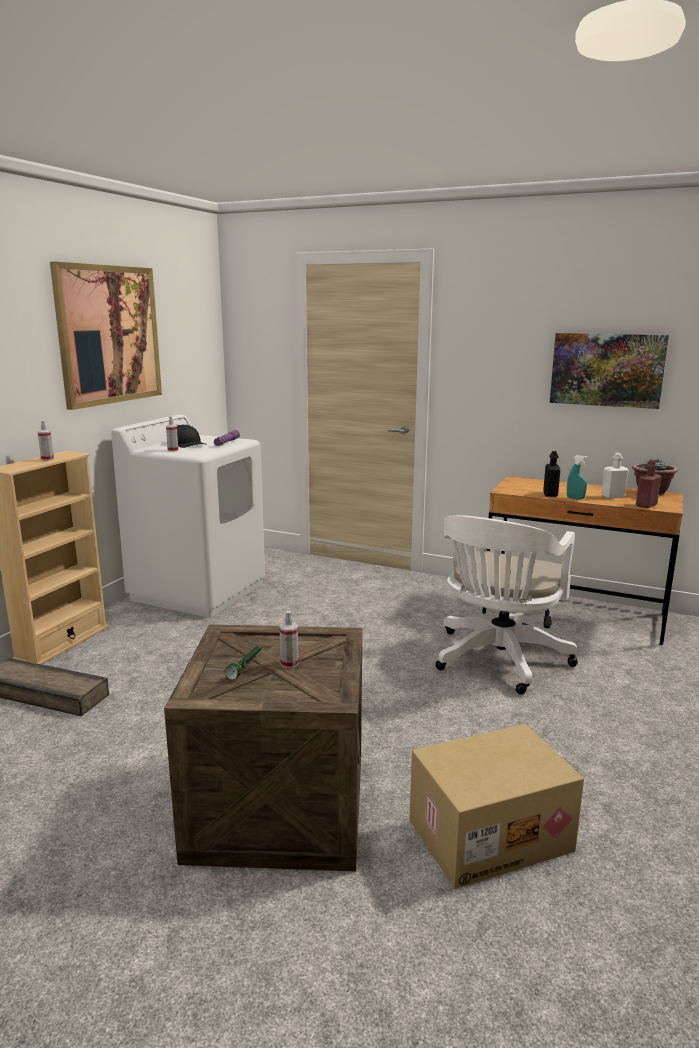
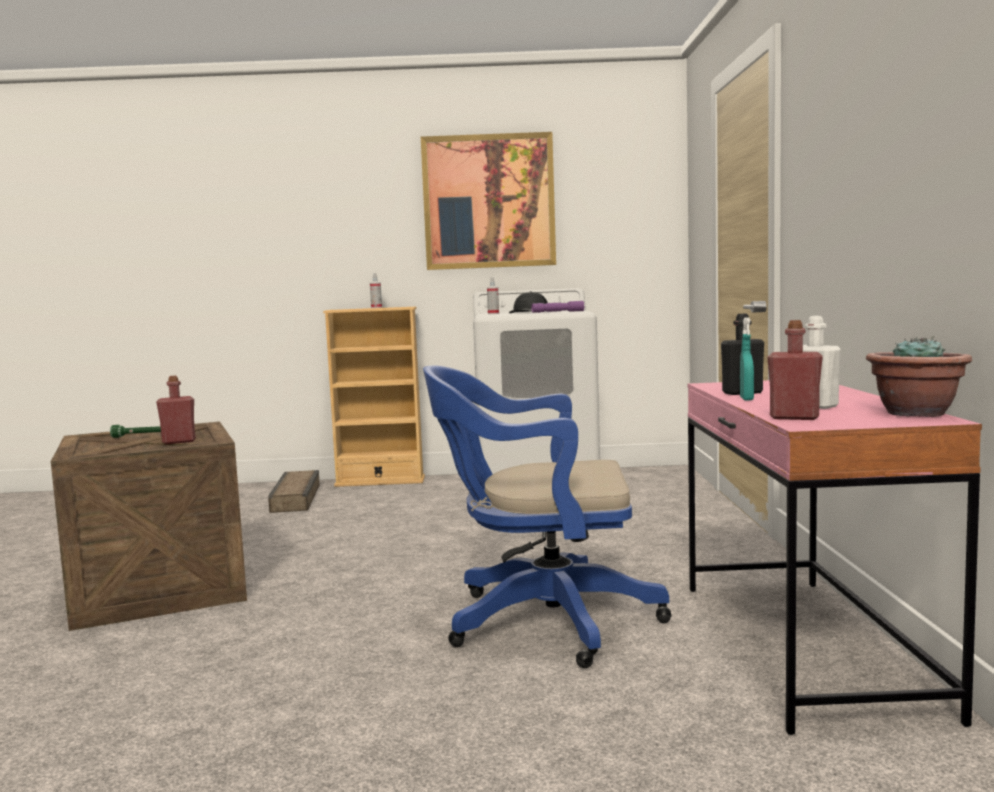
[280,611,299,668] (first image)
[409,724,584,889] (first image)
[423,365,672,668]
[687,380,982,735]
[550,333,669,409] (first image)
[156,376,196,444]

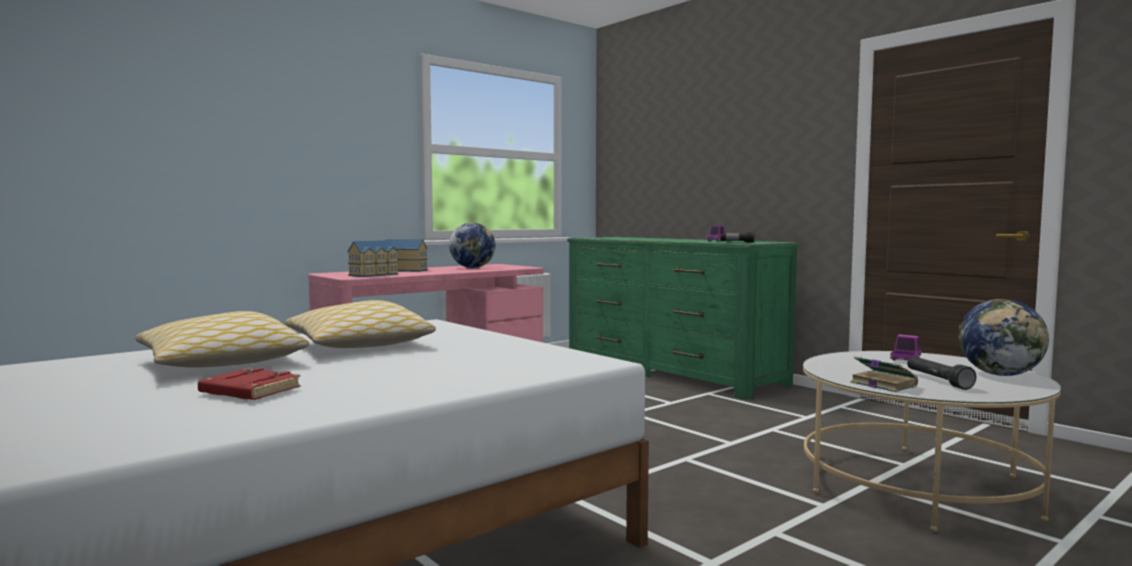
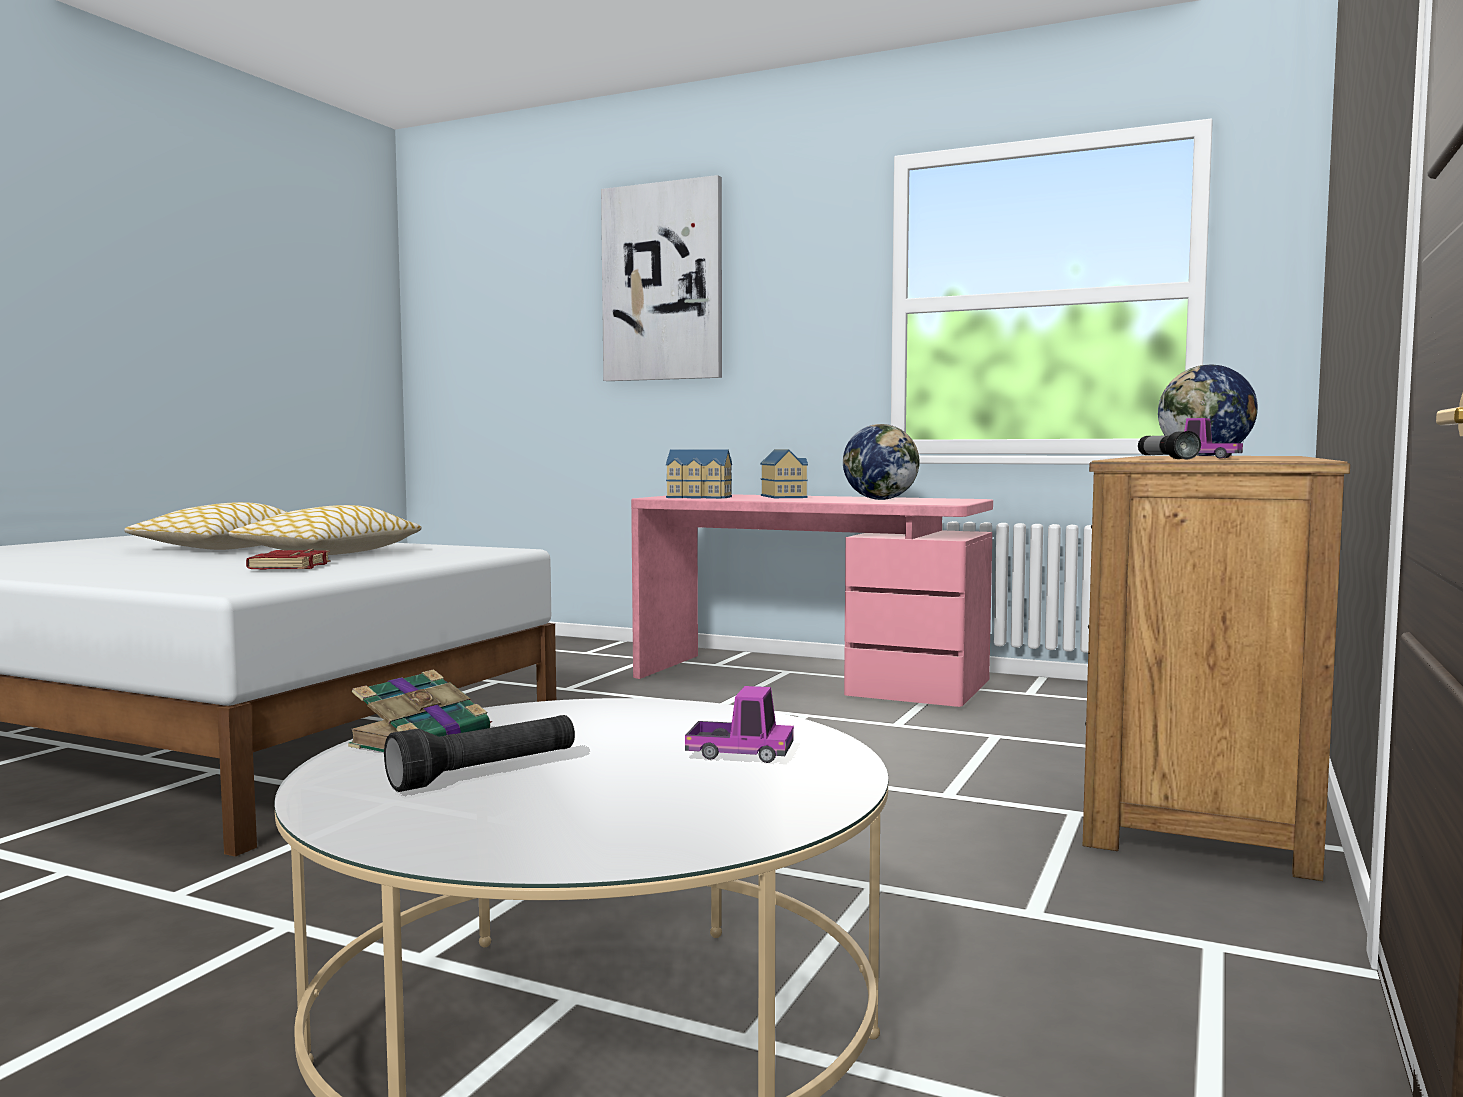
[246,549,331,569]
[1083,456,1350,881]
[1158,364,1258,456]
[601,175,722,381]

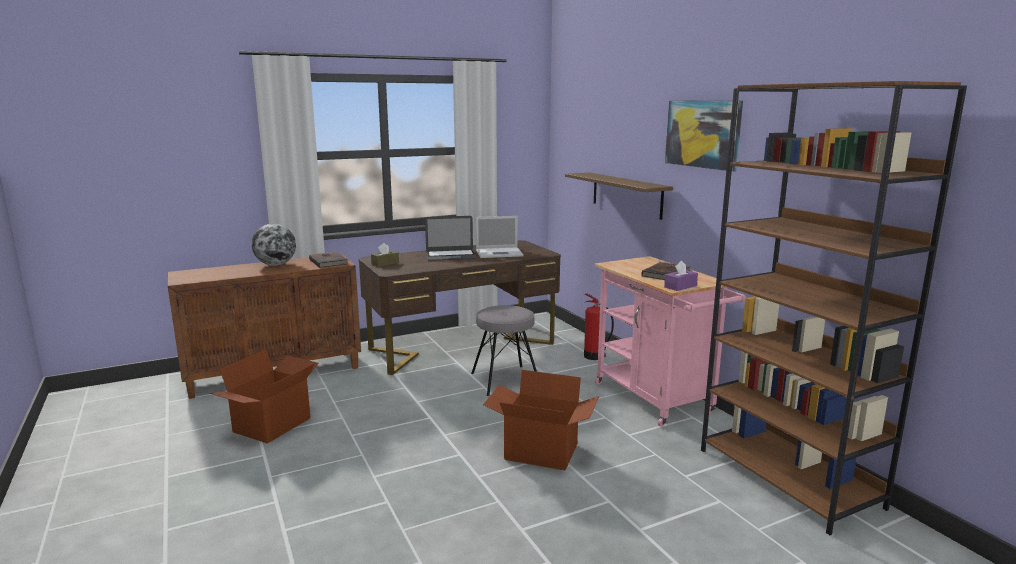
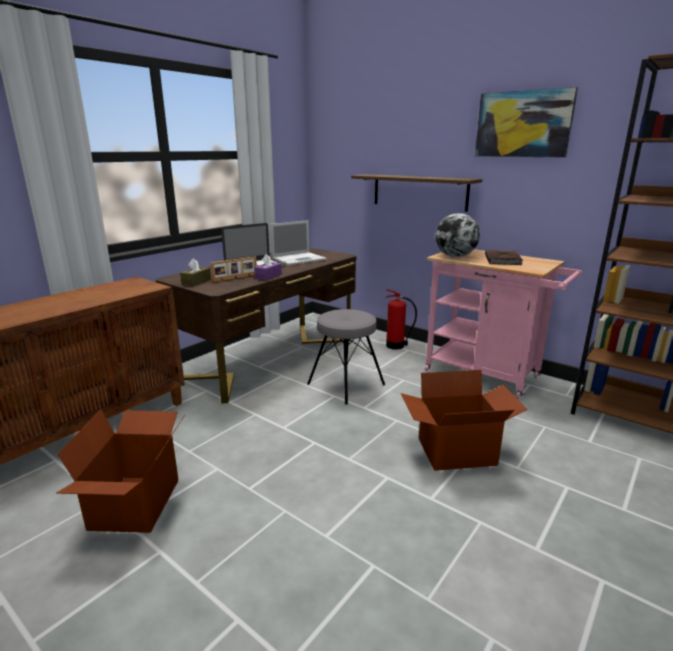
[435,213,480,257]
[309,252,348,268] (first image)
[254,254,282,280]
[211,257,257,282]

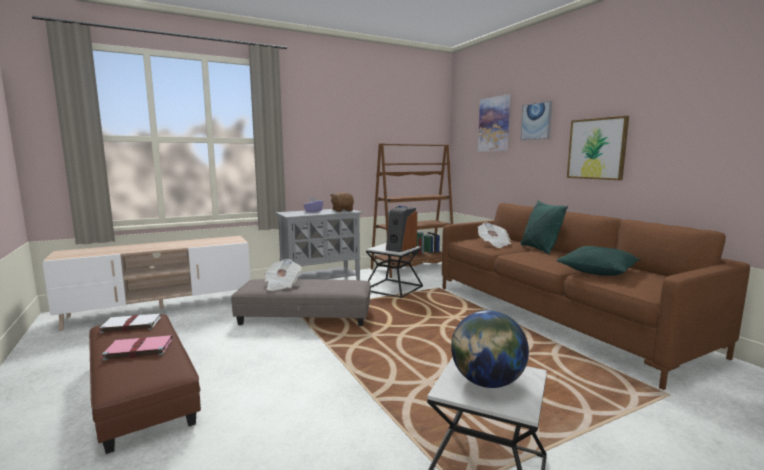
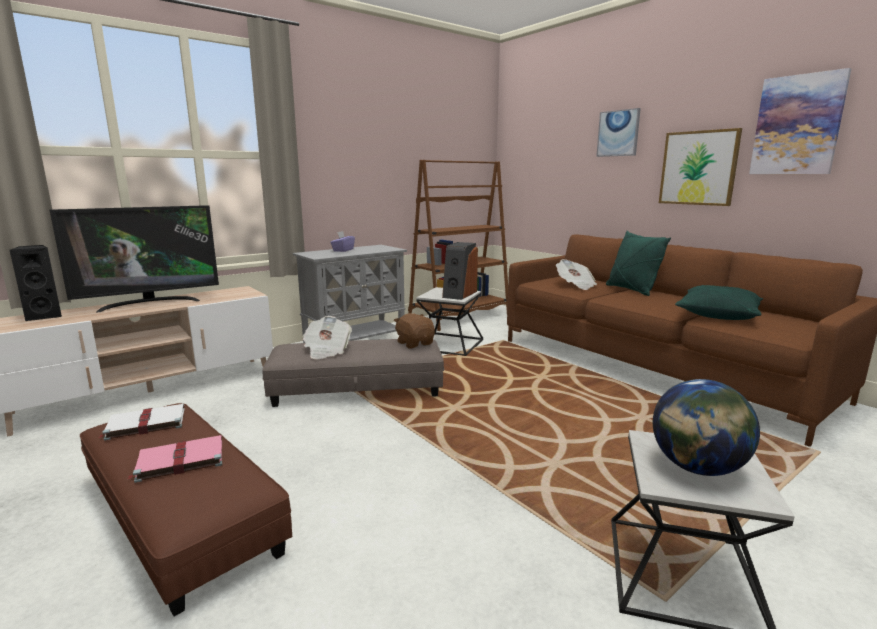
[394,313,435,348]
[749,68,851,174]
[10,245,62,322]
[50,205,219,312]

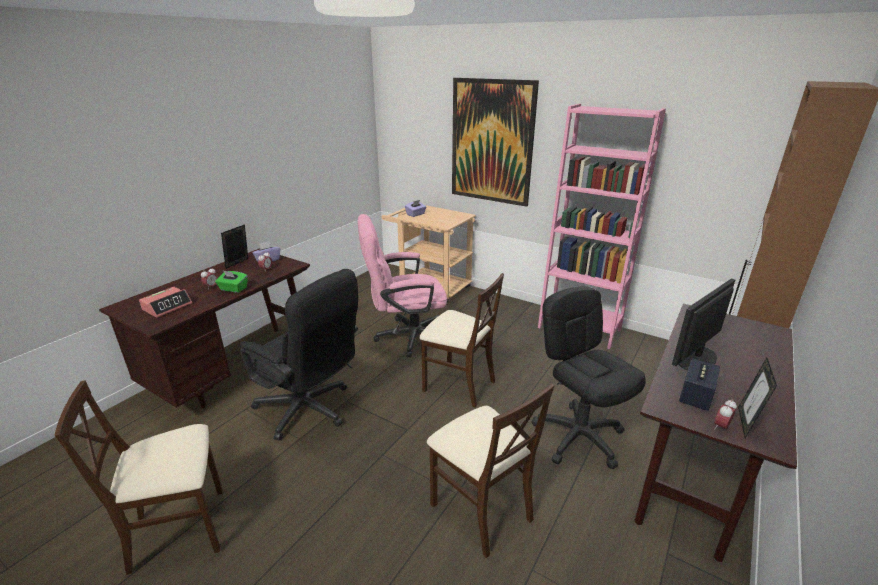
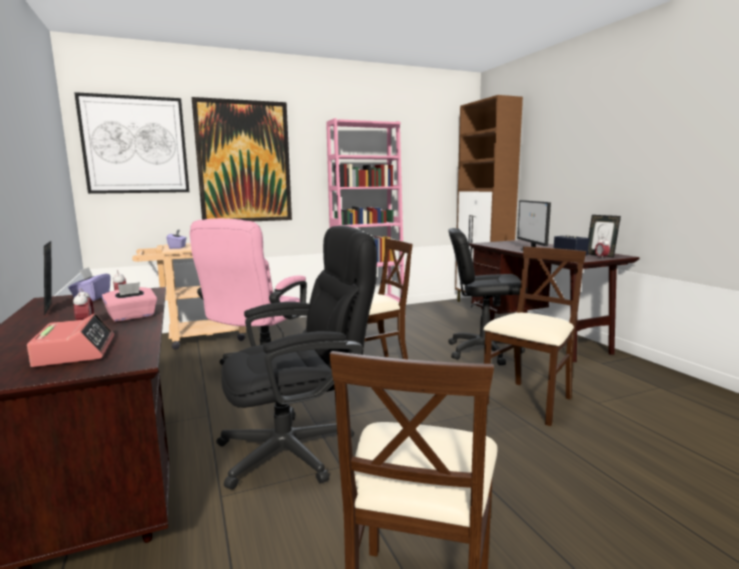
[102,282,157,322]
[483,246,586,426]
[74,92,189,194]

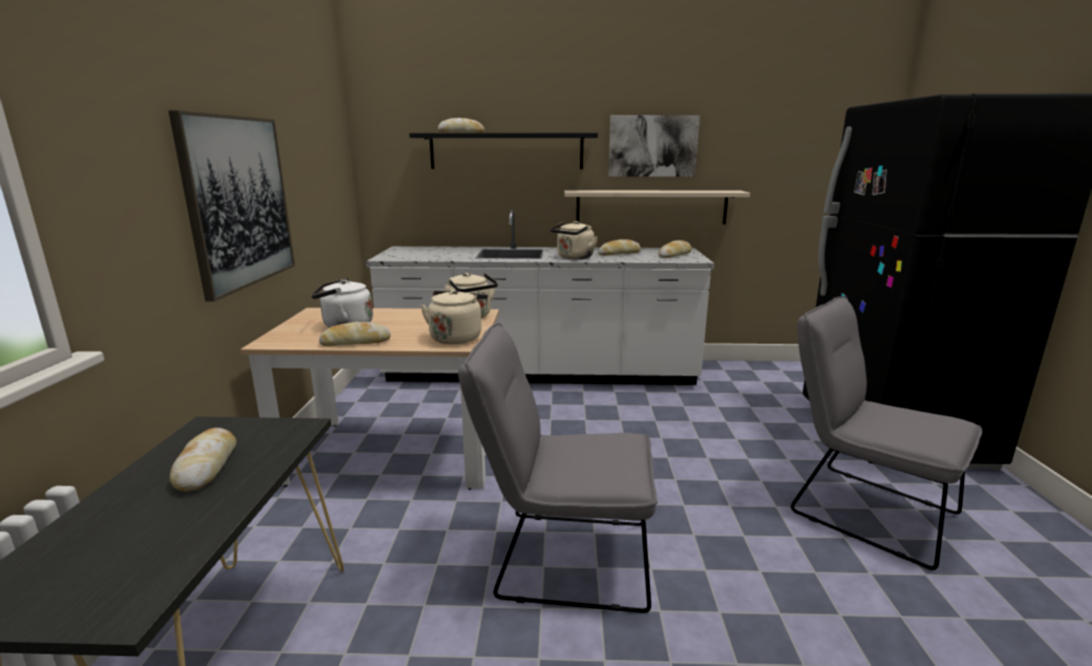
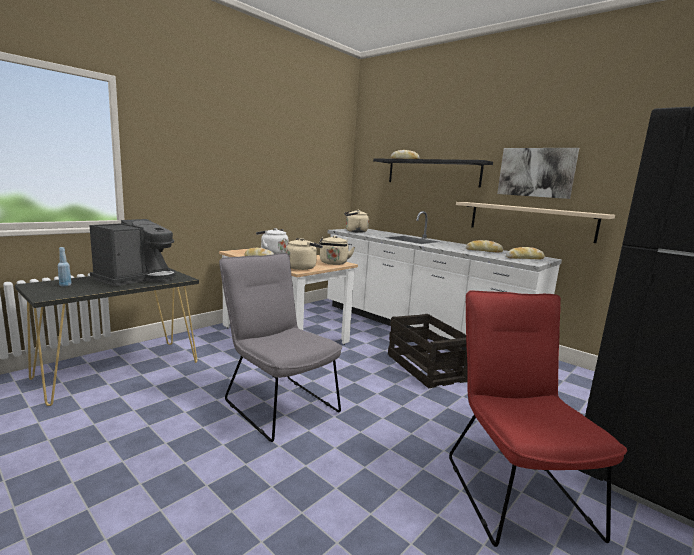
[168,111,295,302] (first image)
[89,219,176,286]
[344,210,369,233]
[449,290,627,547]
[58,247,72,286]
[388,314,468,388]

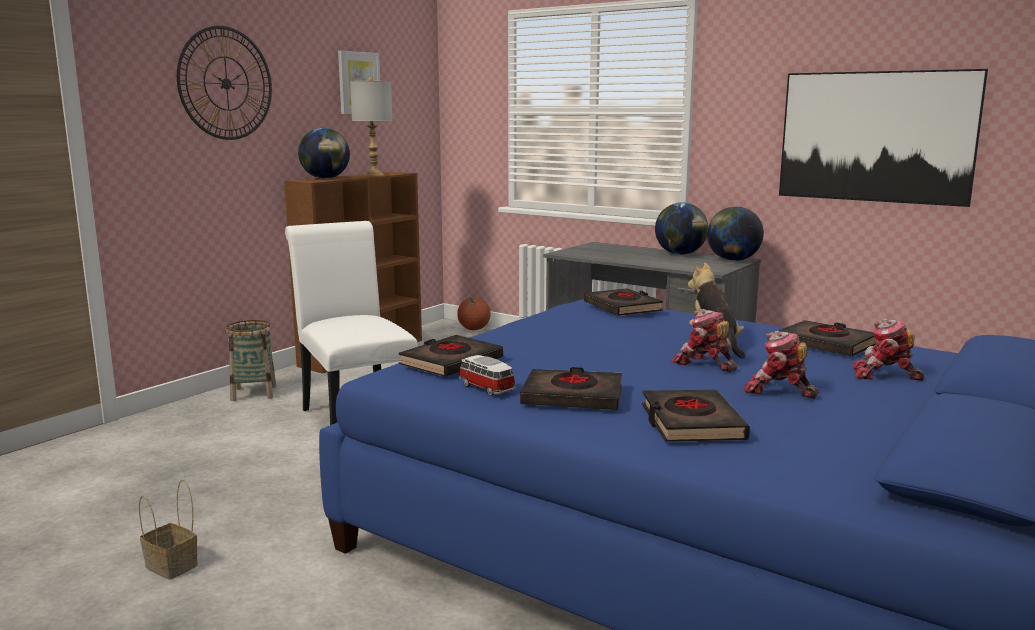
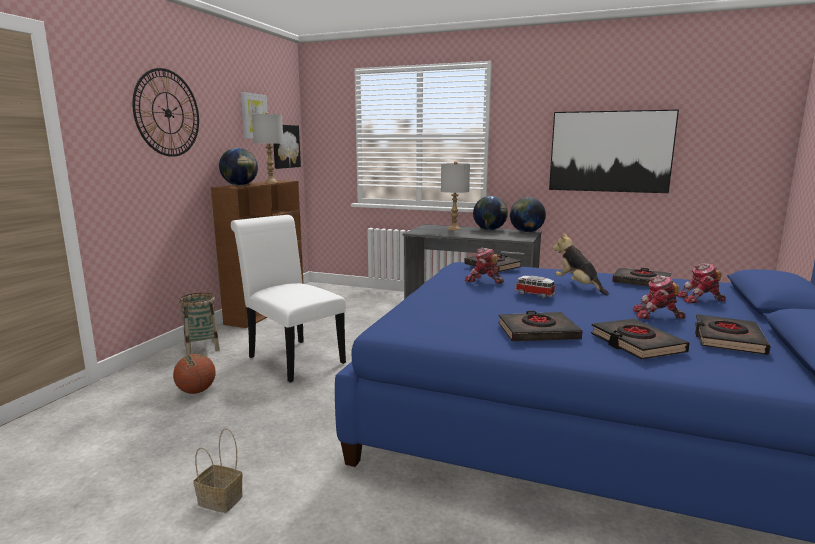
[695,314,771,355]
[173,354,216,394]
[515,276,556,298]
[464,248,504,284]
[273,125,301,169]
[441,161,470,230]

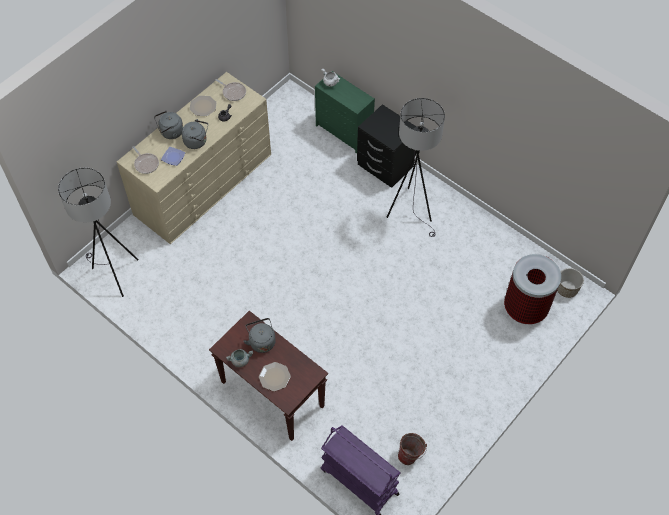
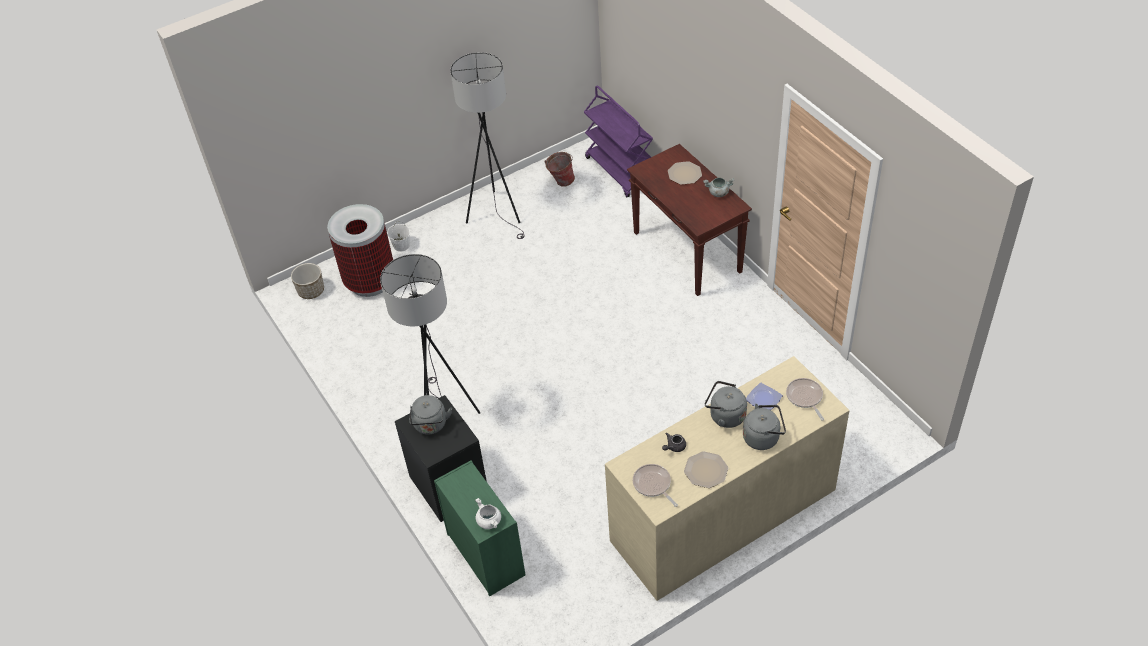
[450,52,525,239]
[409,395,452,435]
[387,221,410,252]

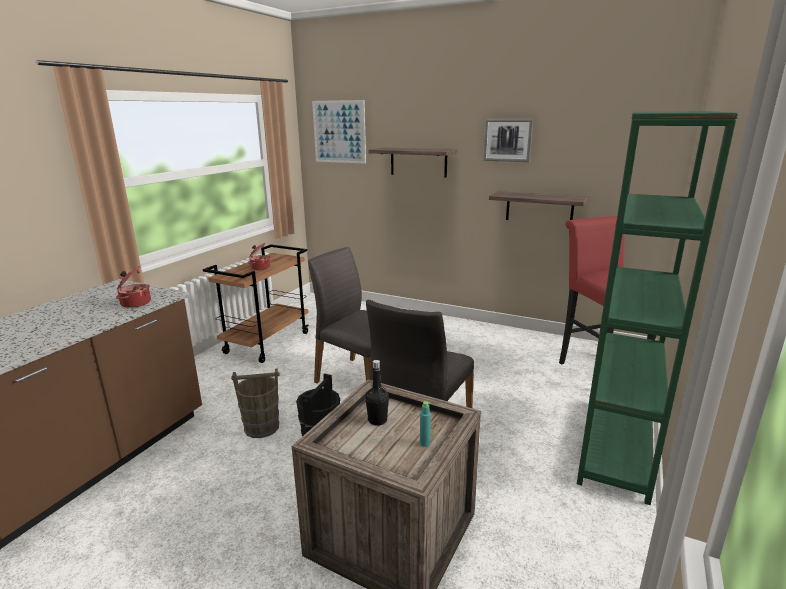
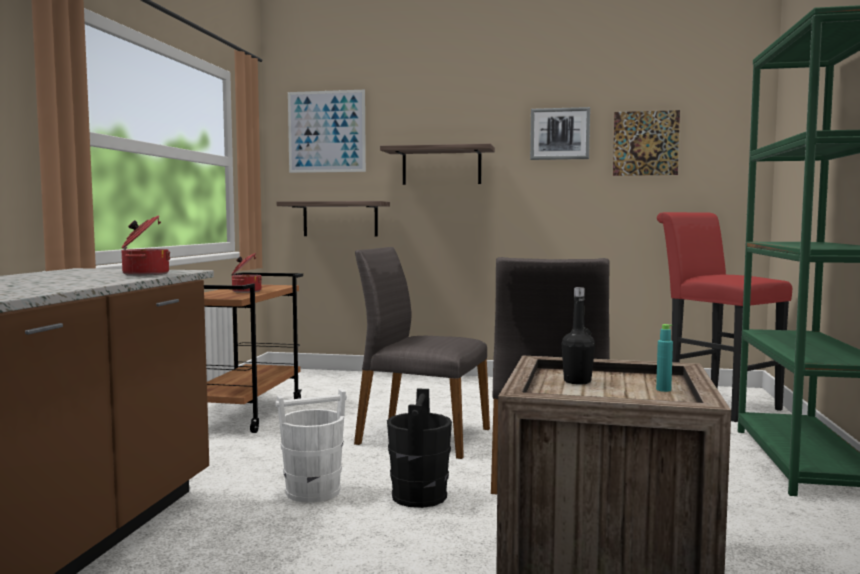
[275,389,347,503]
[277,201,390,237]
[613,110,680,176]

